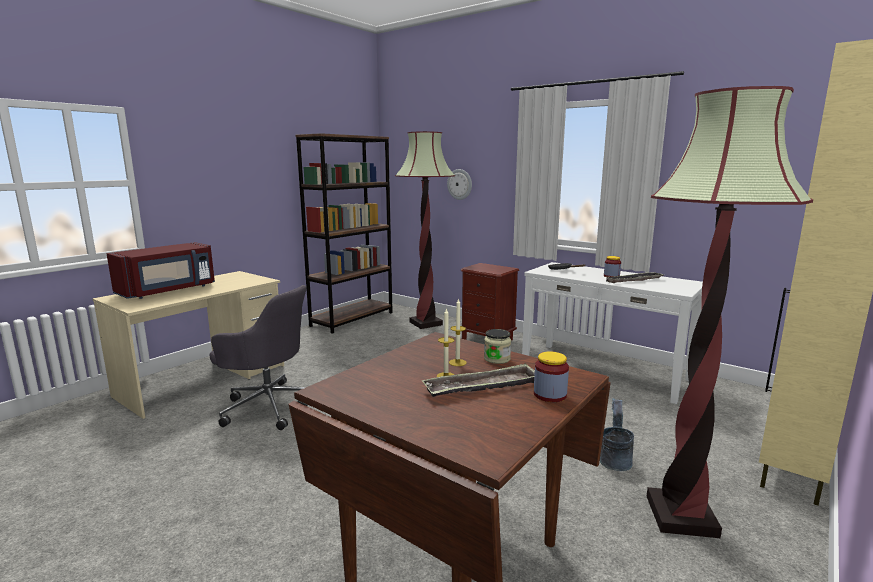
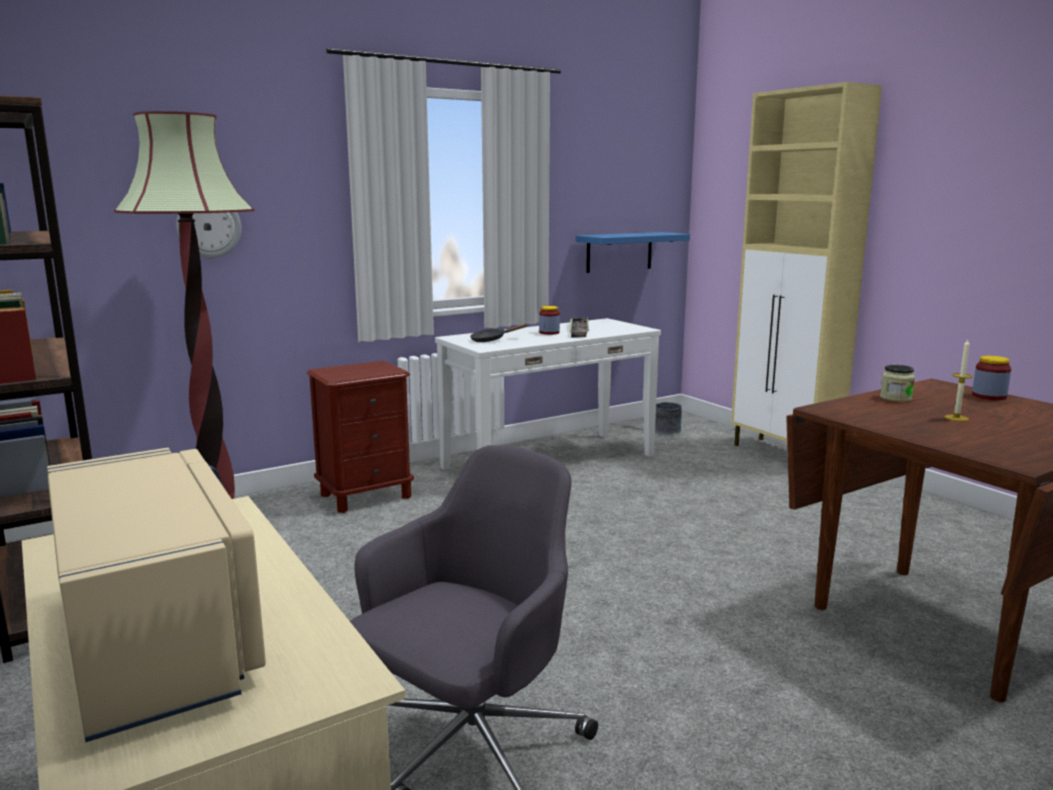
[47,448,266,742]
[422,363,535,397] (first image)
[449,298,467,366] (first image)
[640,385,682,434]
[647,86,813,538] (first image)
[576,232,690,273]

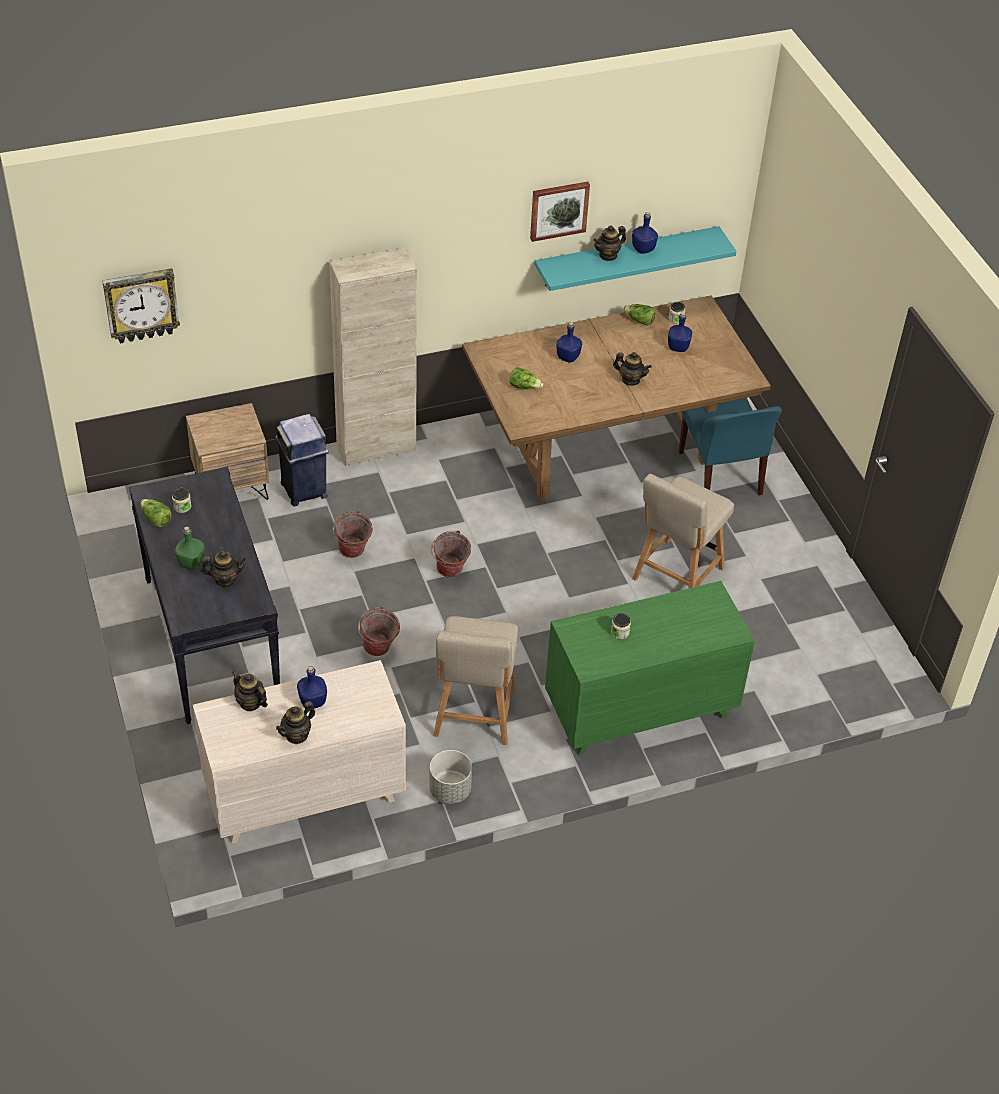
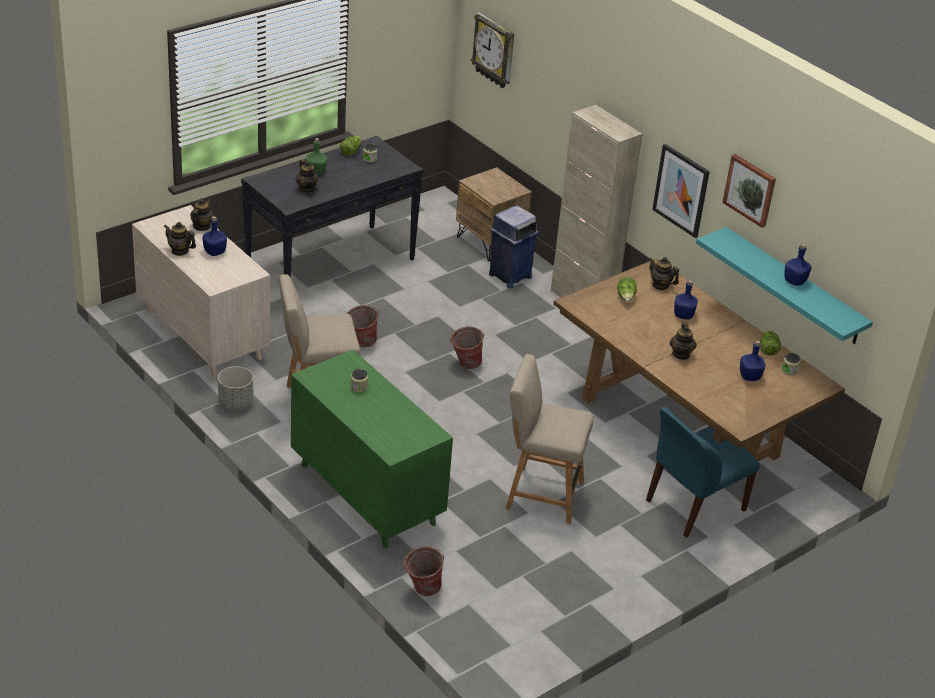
[403,546,444,596]
[649,257,679,290]
[652,144,710,238]

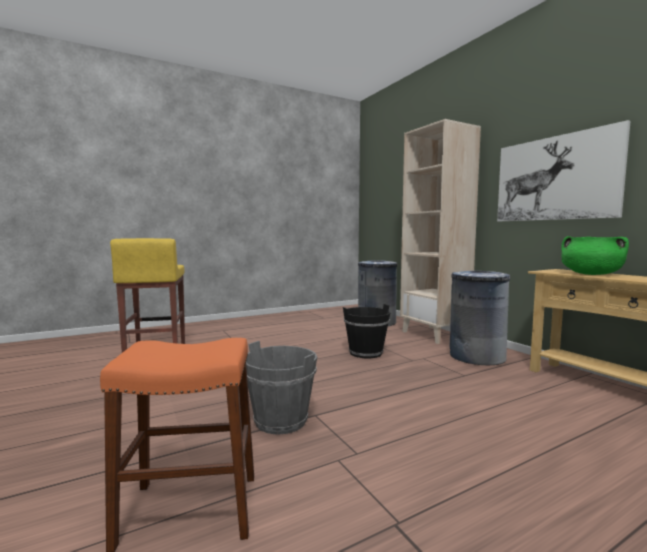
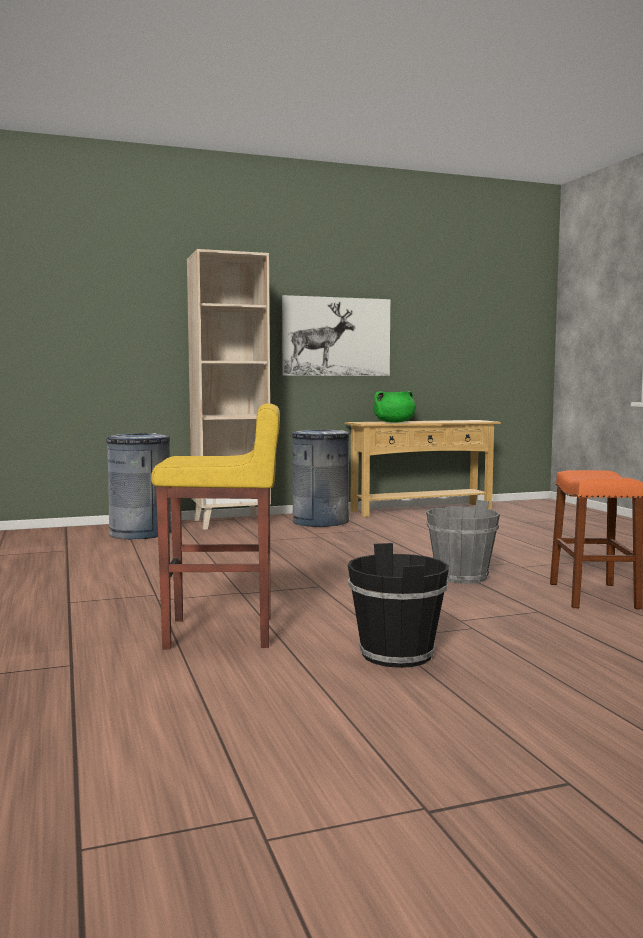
[348,543,449,668]

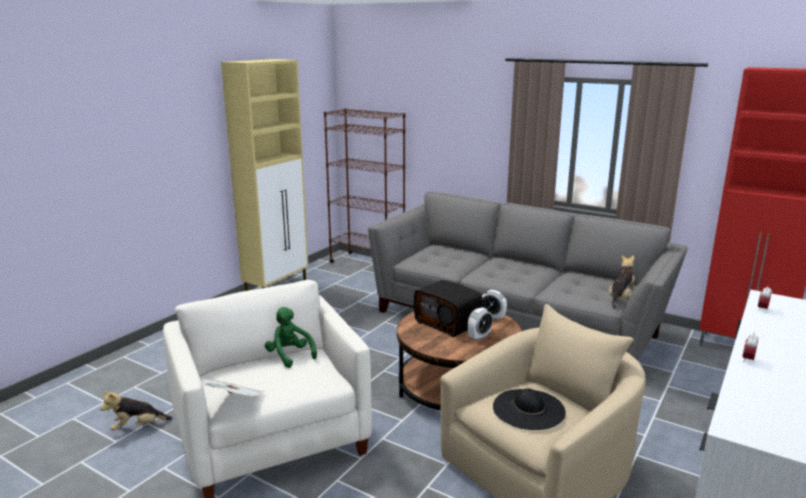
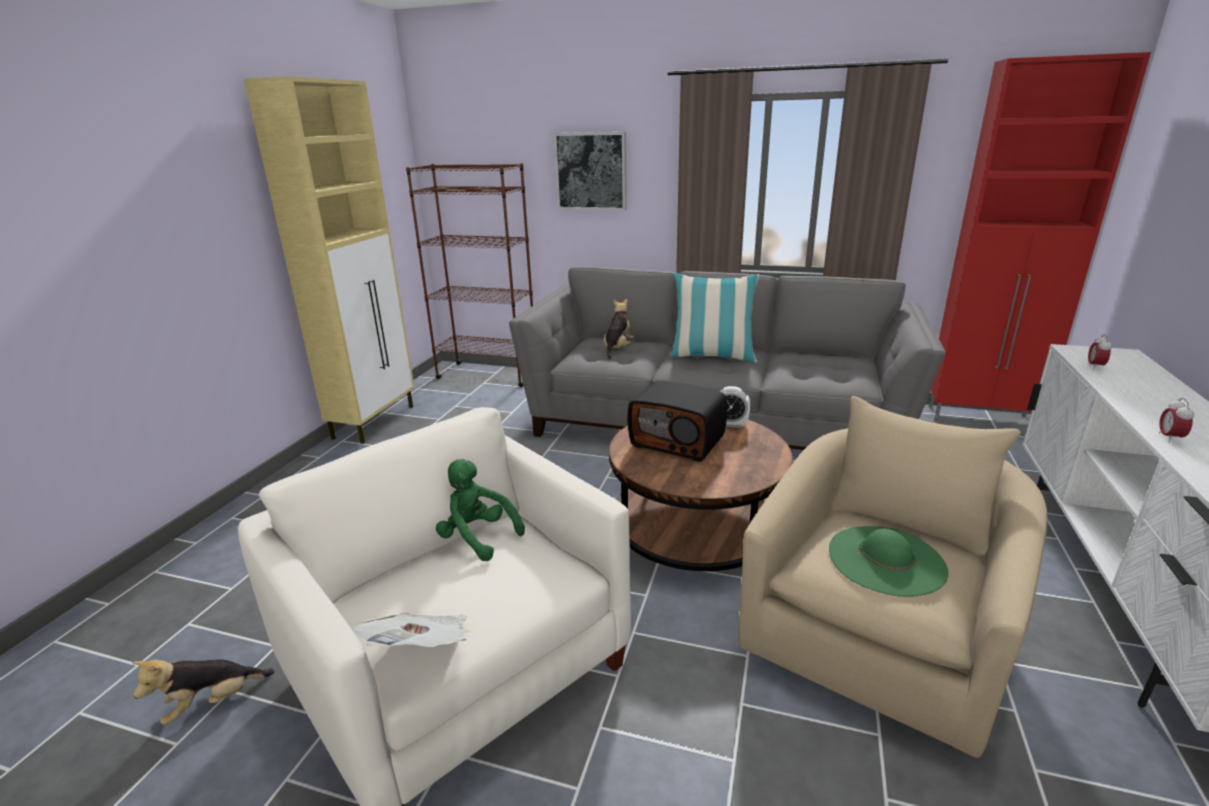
[468,307,493,341] (first image)
[829,526,948,597]
[603,299,634,360]
[554,132,627,210]
[671,273,760,363]

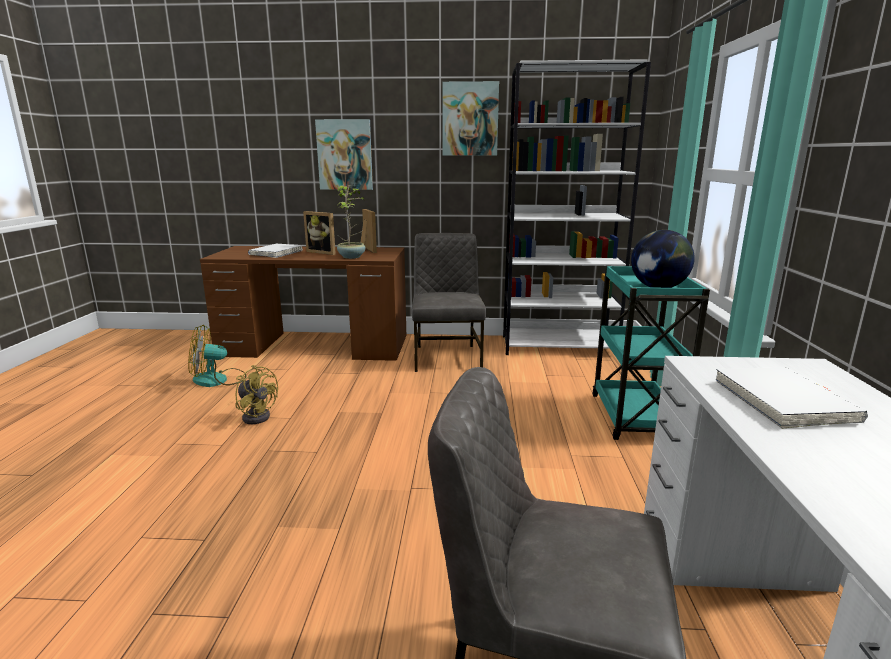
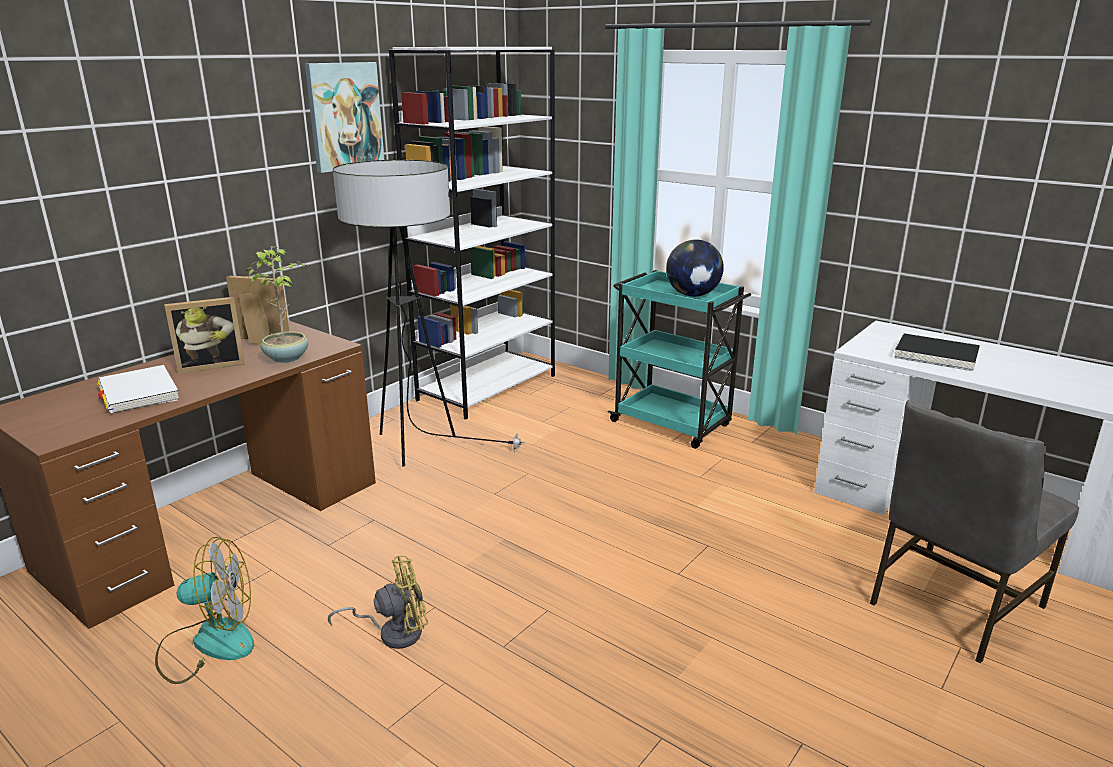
[155,537,254,684]
[315,119,373,190] (first image)
[333,160,526,467]
[894,333,980,371]

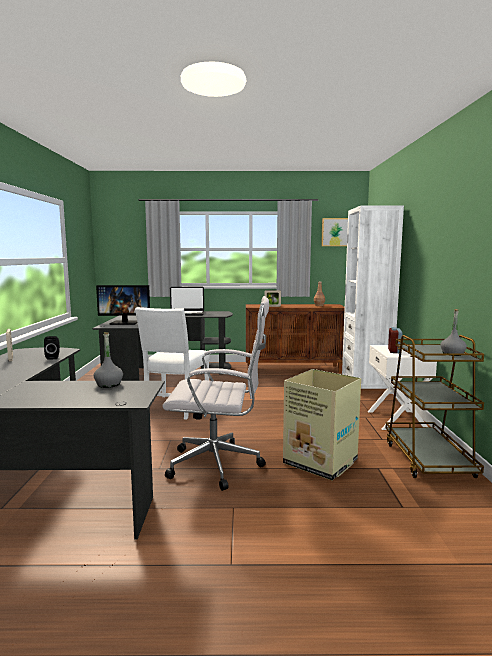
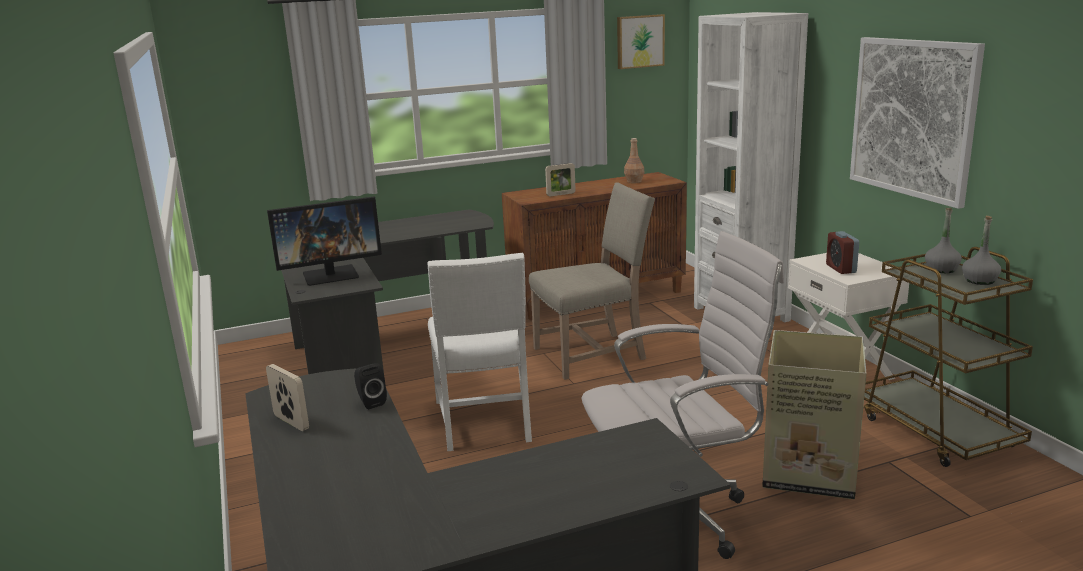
[925,208,962,273]
[170,287,204,316] (first image)
[529,182,655,380]
[850,37,985,209]

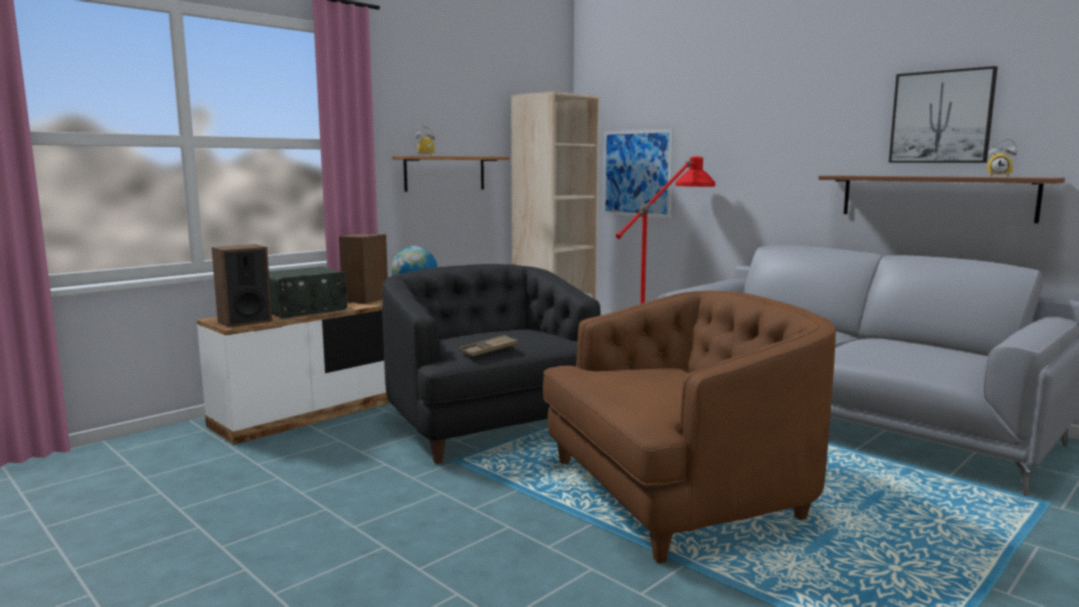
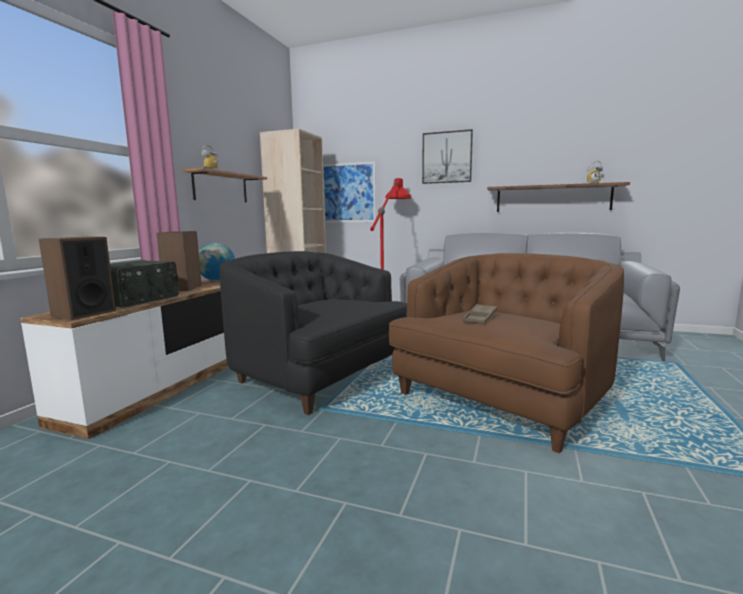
[463,304,497,324]
[422,129,473,184]

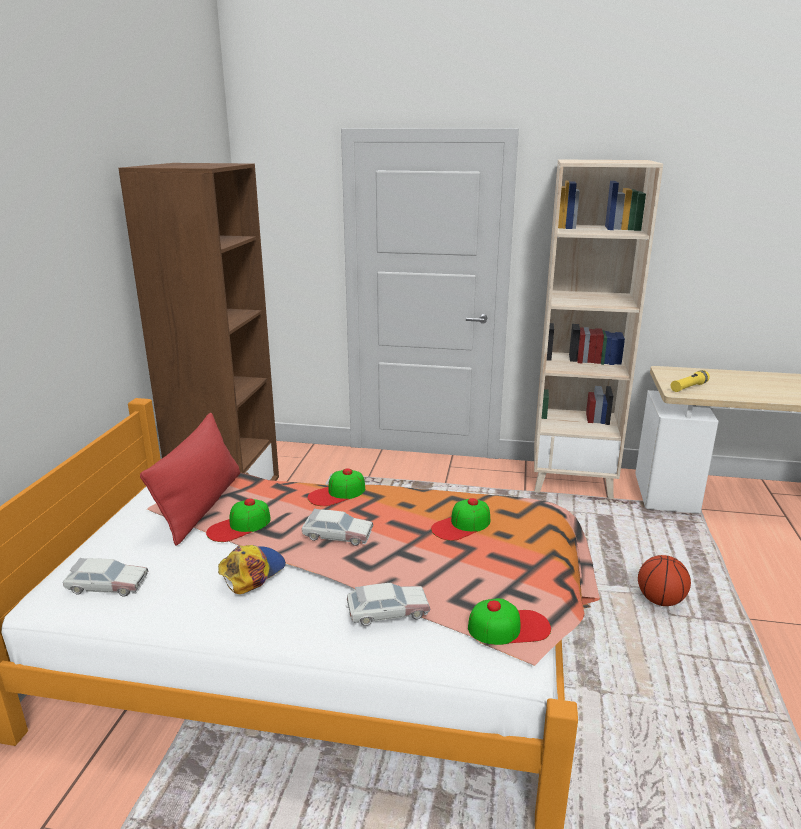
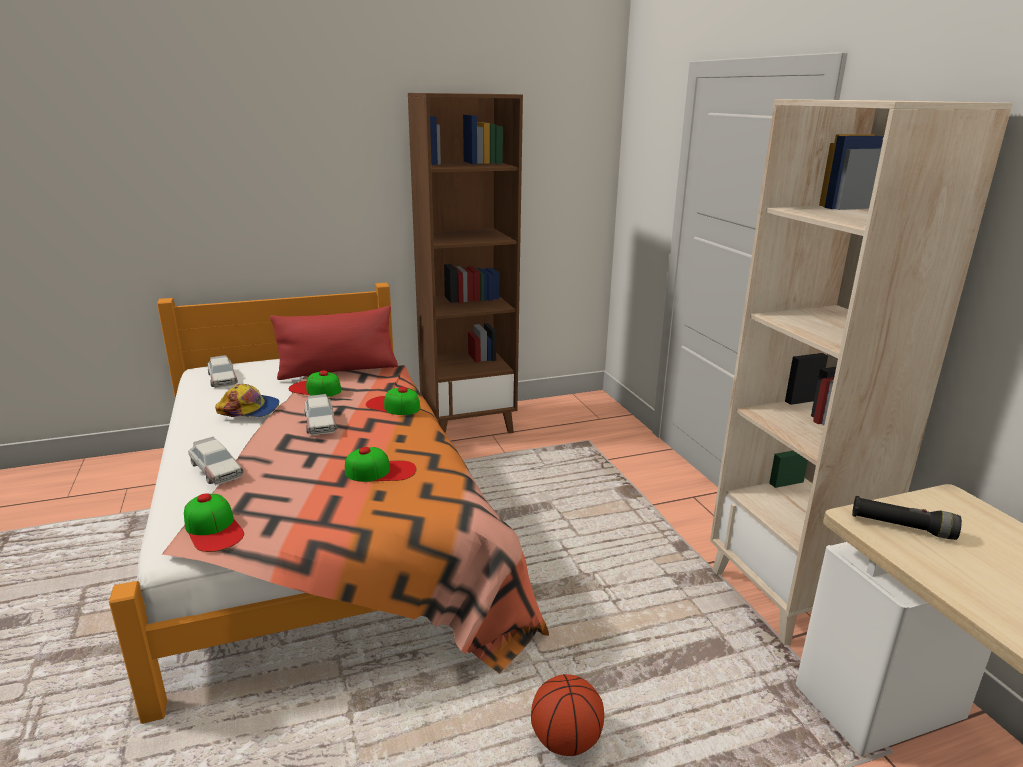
[345,447,417,482]
[852,496,962,540]

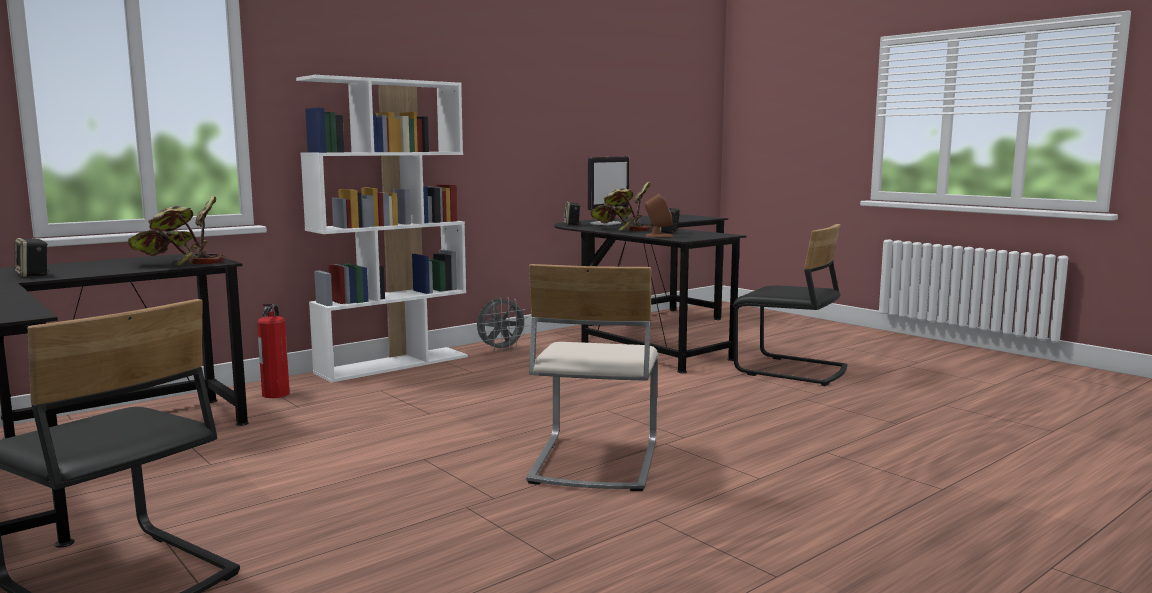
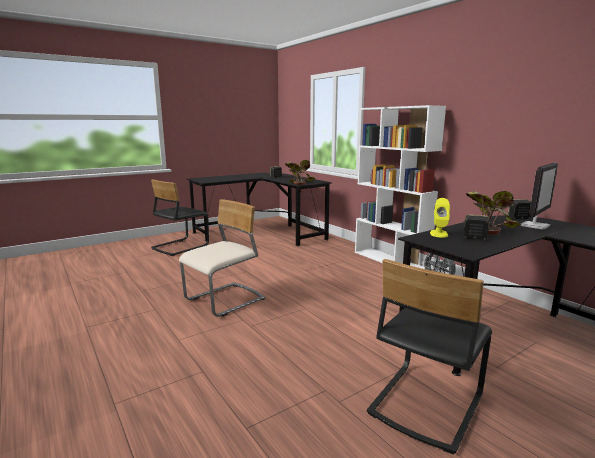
[257,303,290,398] (first image)
[179,199,265,317]
[520,162,558,229]
[430,198,450,238]

